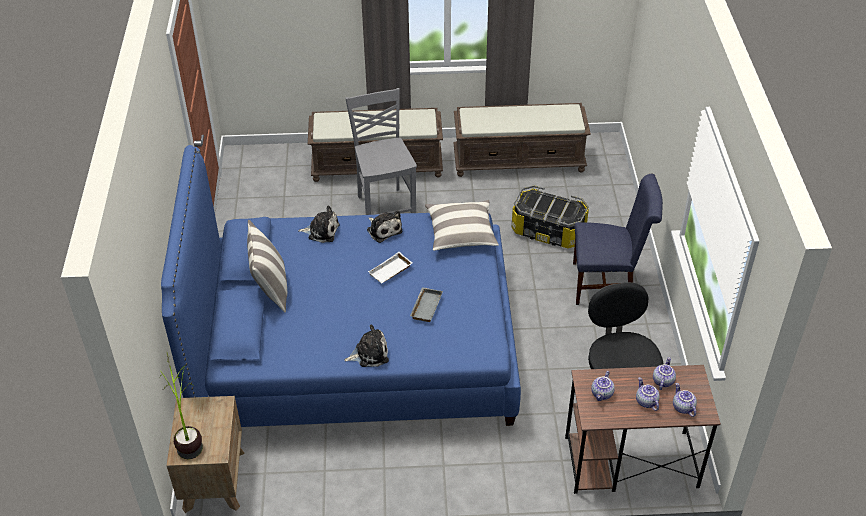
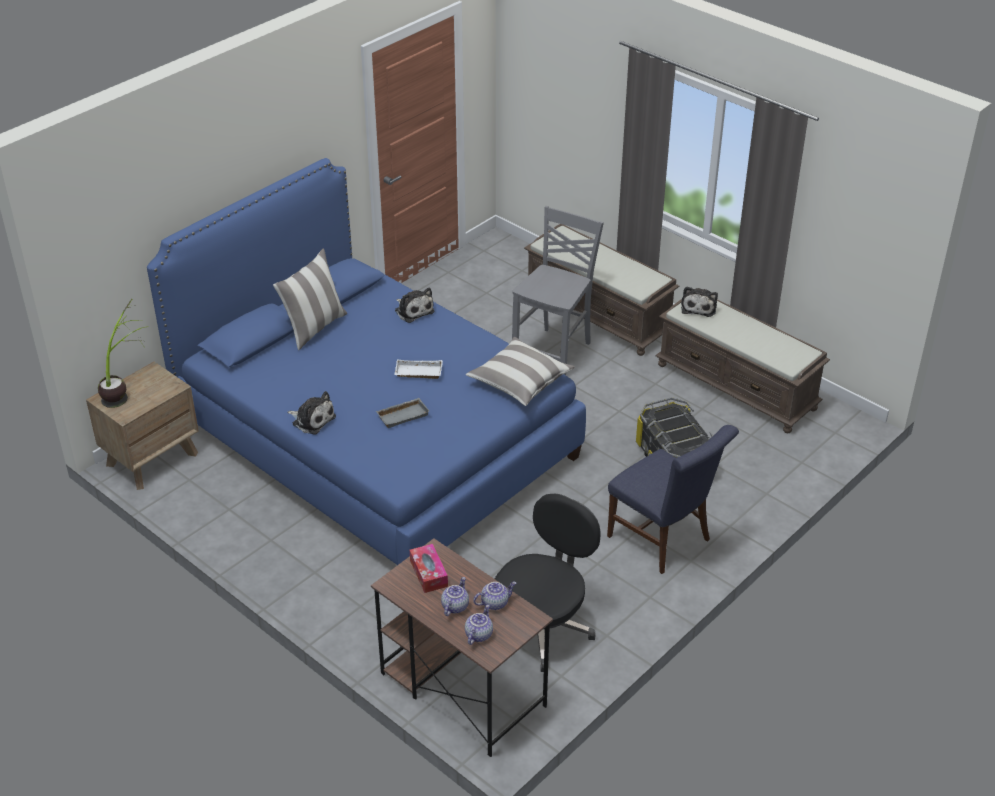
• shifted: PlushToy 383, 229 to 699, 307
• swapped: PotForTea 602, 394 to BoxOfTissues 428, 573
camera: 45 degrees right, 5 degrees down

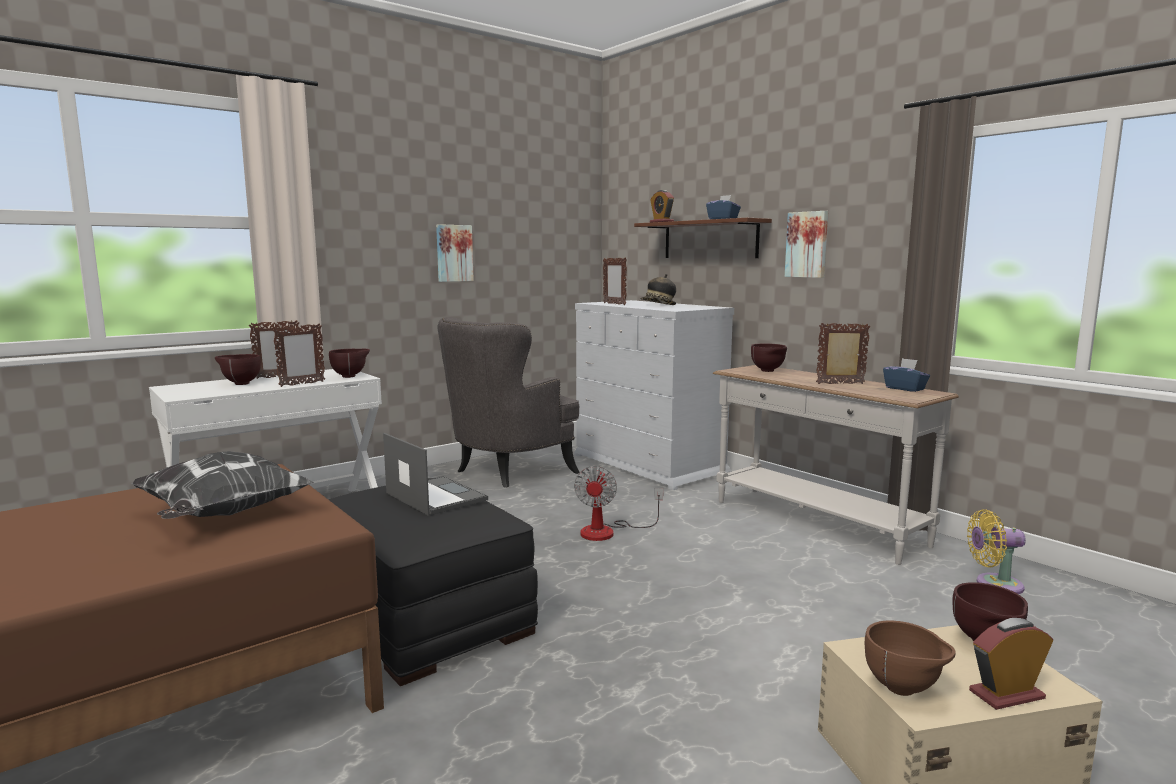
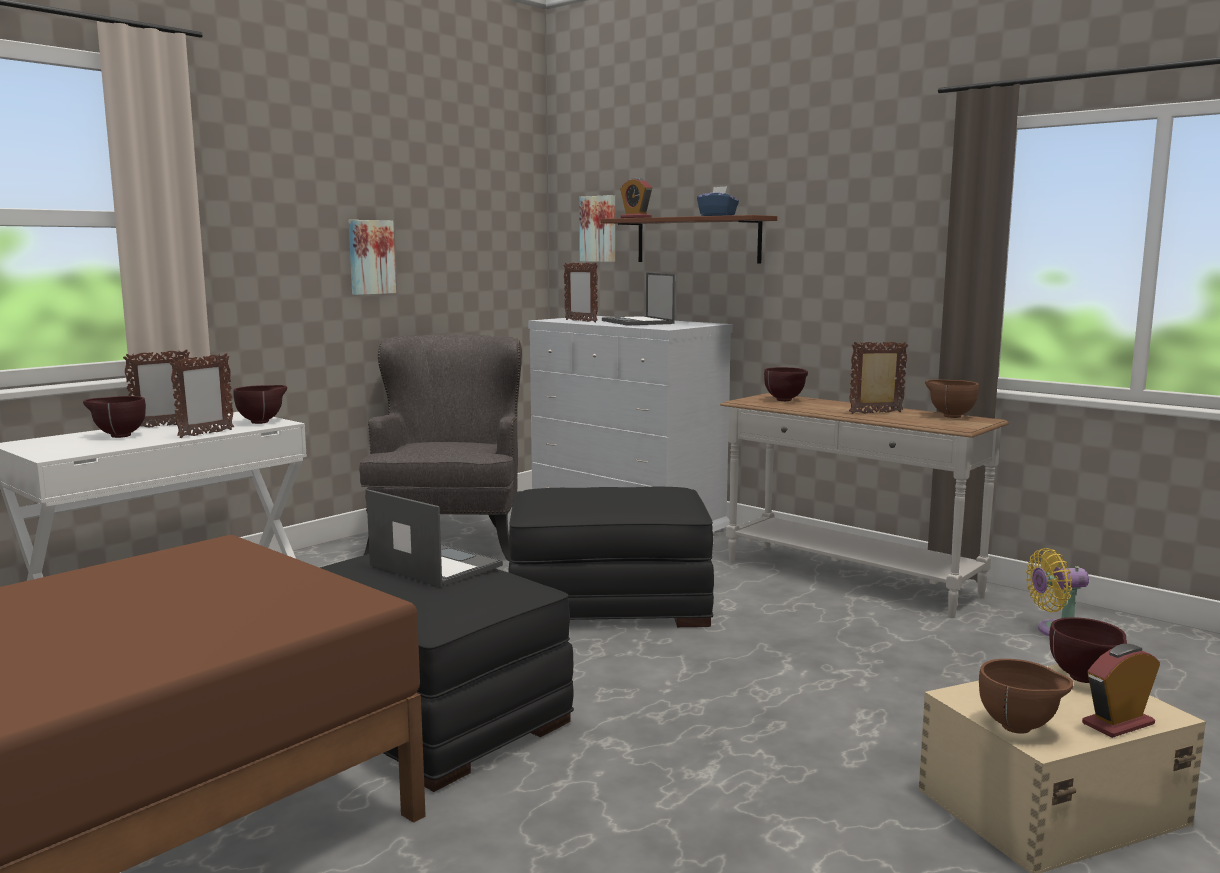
• gone: Cushion 223, 515
• rotated: GreyLoungeChair 506, 472 = 450, 540 150 degrees clockwise
• swapped: ElectricFan 608, 531 to BlackColouredOttoman 609, 603
• swapped: WearableHat 658, 305 to Laptop 638, 322
• shifted: WallArt 807, 244 to 599, 229
• swapped: BluishBoxOfTissues 905, 388 to BrownColouredBowl 949, 416
camera: 10 degrees left, 0 degrees up

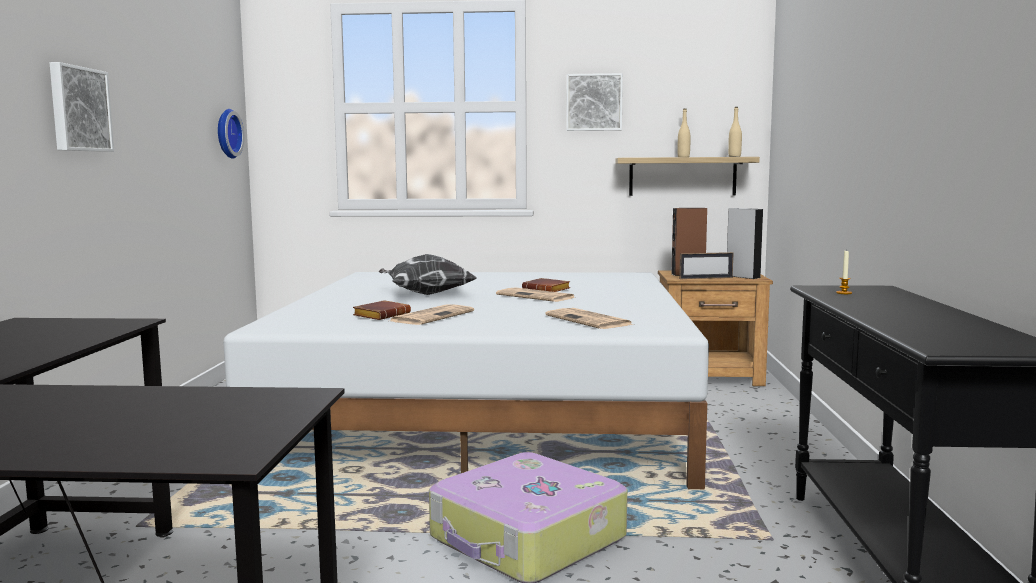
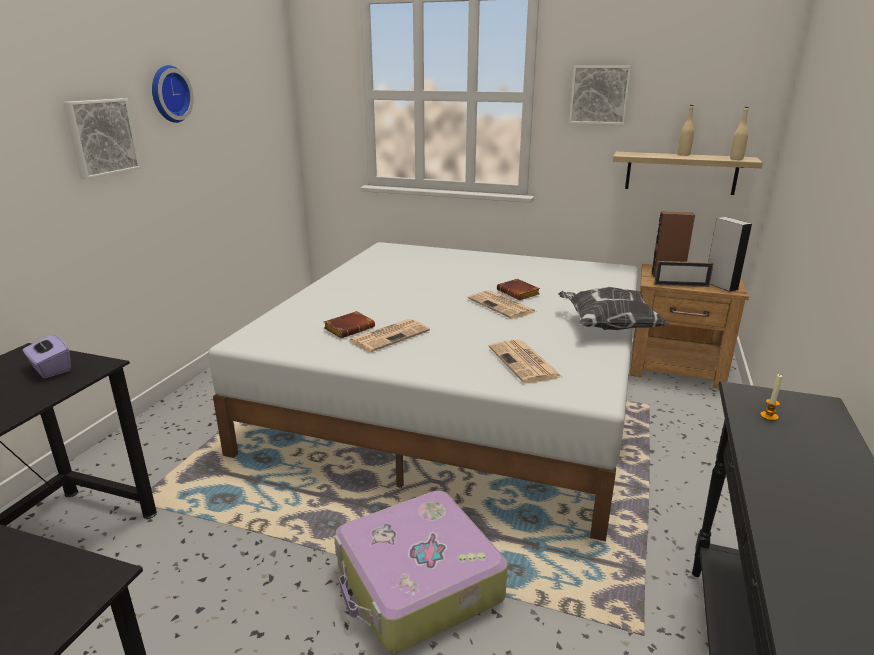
• shifted: WallClock 226, 133 to 168, 94
• shifted: Cushion 426, 294 to 607, 326
• new: PurpleColouredBoxOfTissues 50, 369
camera: 15 degrees right, 15 degrees up

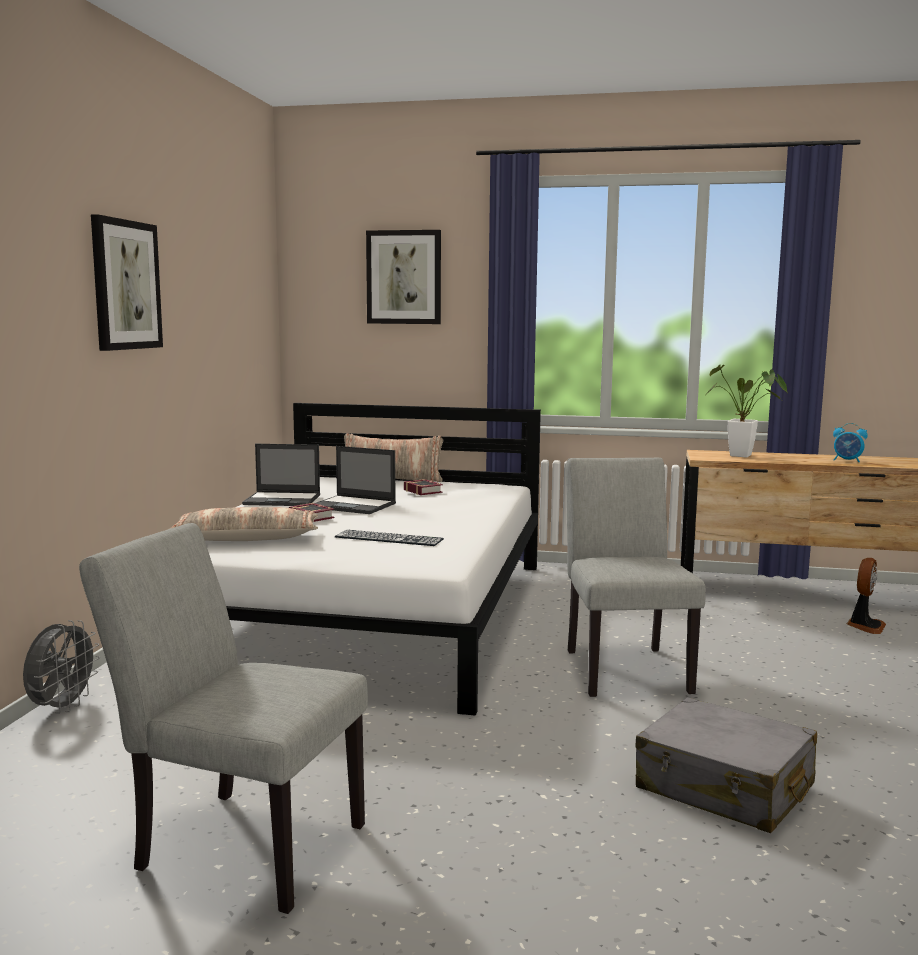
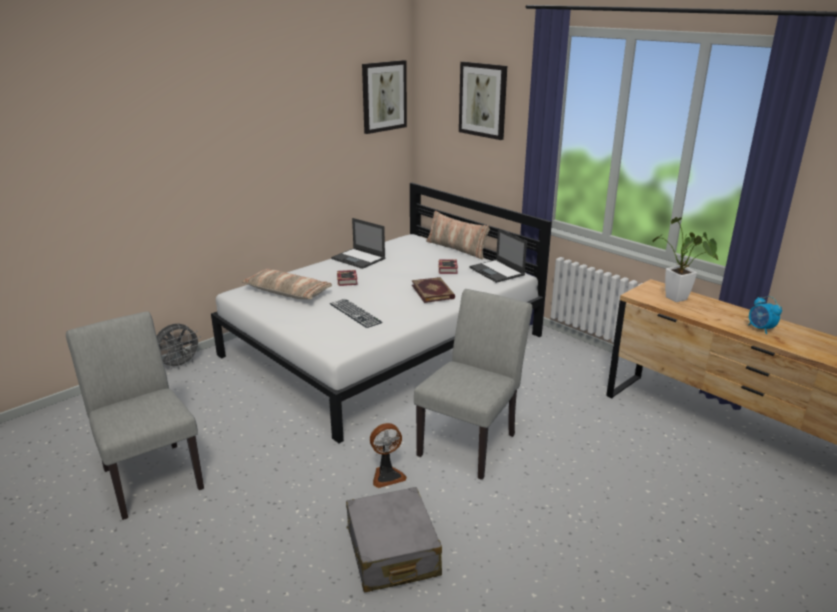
• shifted: WallArt 125, 285 to 384, 96
• shifted: Laptop 354, 505 to 497, 271
• shifted: ElectricFan 865, 626 to 387, 475
• new: Book 433, 292
camera: 35 degrees right, 15 degrees up

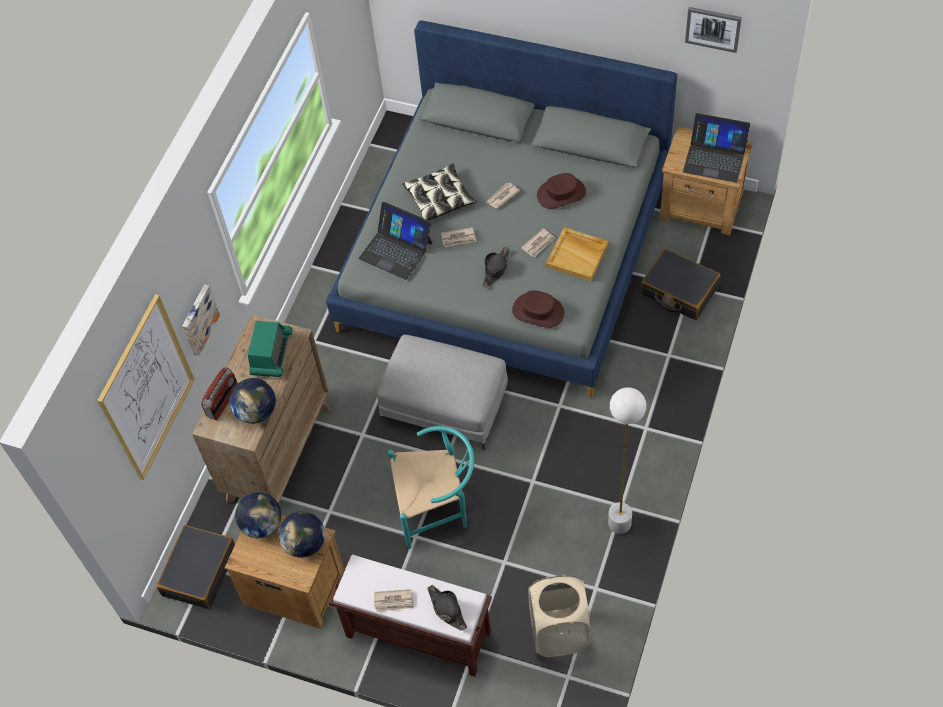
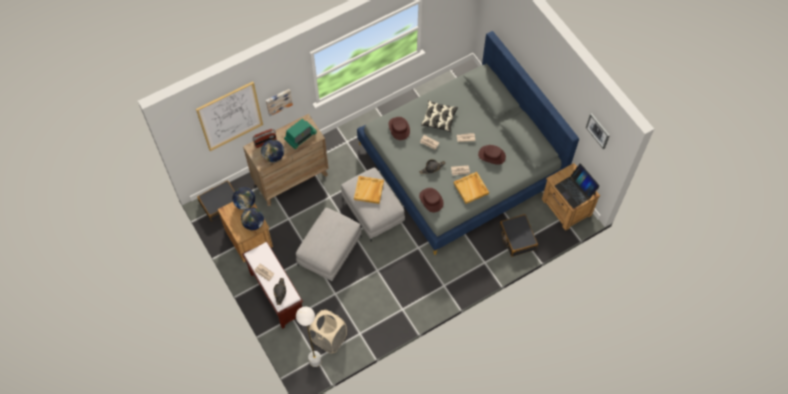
• swapped: Laptop 396, 250 to BrownColouredWearableHat 399, 128
• swapped: BlueGreenChair 438, 508 to GreyOttoman 330, 251
• shifted: WhitishFloorLamp 619, 523 to 315, 361
• new: BeigeCarryingTray 369, 190
camera: 35 degrees right, 5 degrees up

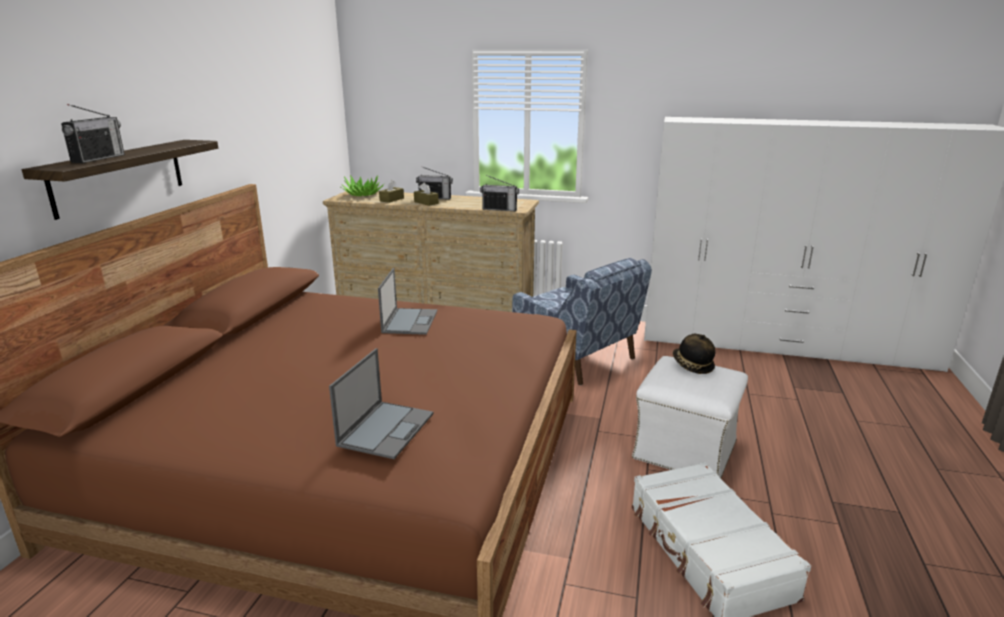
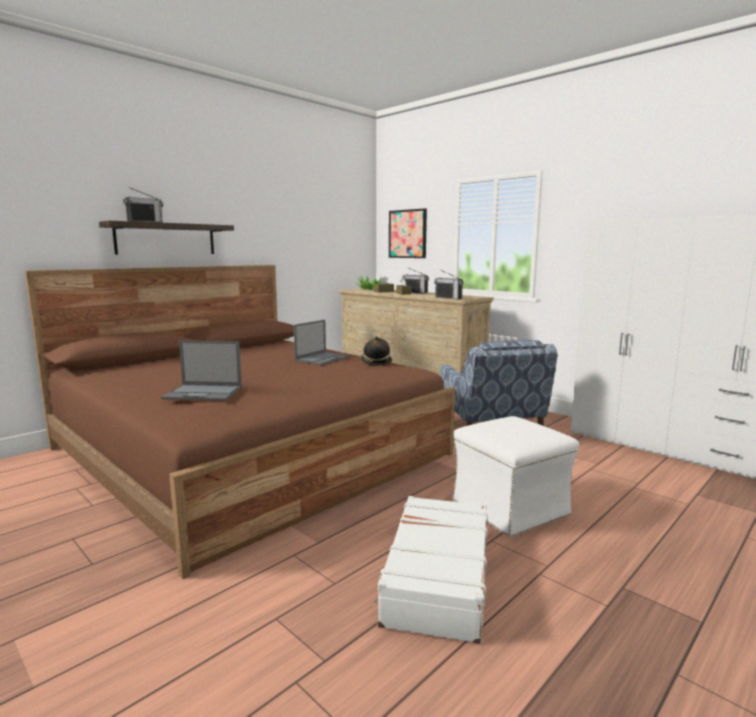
• rotated: Laptop 386, 429 = 204, 393 45 degrees clockwise
• shifted: WearableHat 692, 365 to 376, 363
• new: WallArt 408, 234
camera: 30 degrees right, 10 degrees down

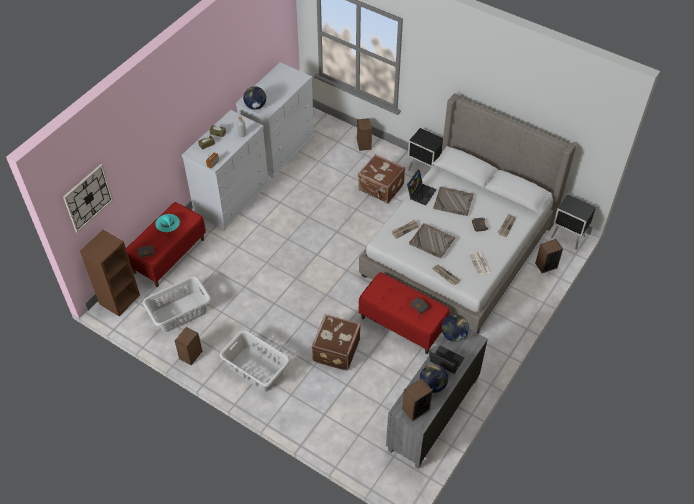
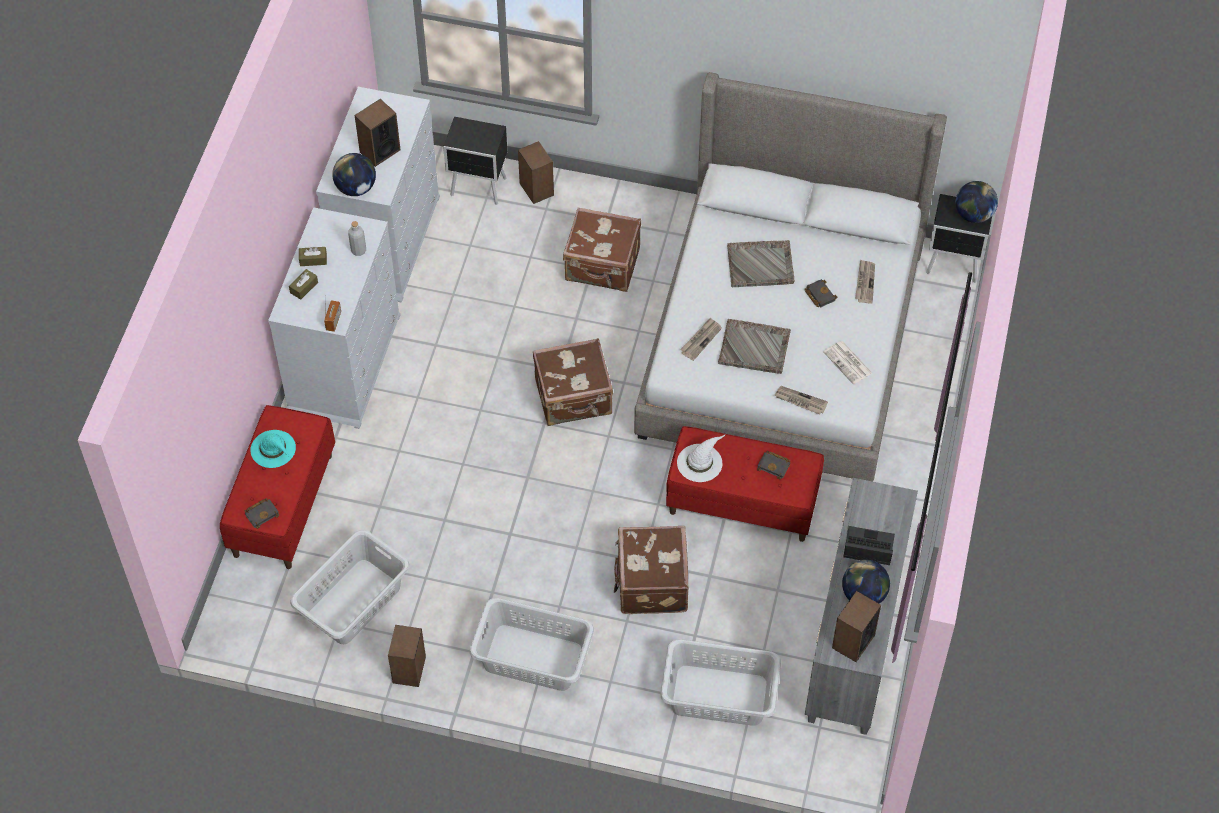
• gone: WallClock 88, 198
• gone: BrownColouredBookcase 119, 299
• gone: Laptop 420, 193
• shifted: BlackColouredBedsideTable 424, 171 to 479, 188
• shifted: WorldGlobe 454, 335 to 973, 215
• shifted: Loudspeaker 546, 265 to 379, 151
• new: BrownColouredSuitcase 574, 398
• new: GreyHamper 719, 696
• new: WhitishWearableHat 700, 462
camera: 20 degrees left, 5 degrees up

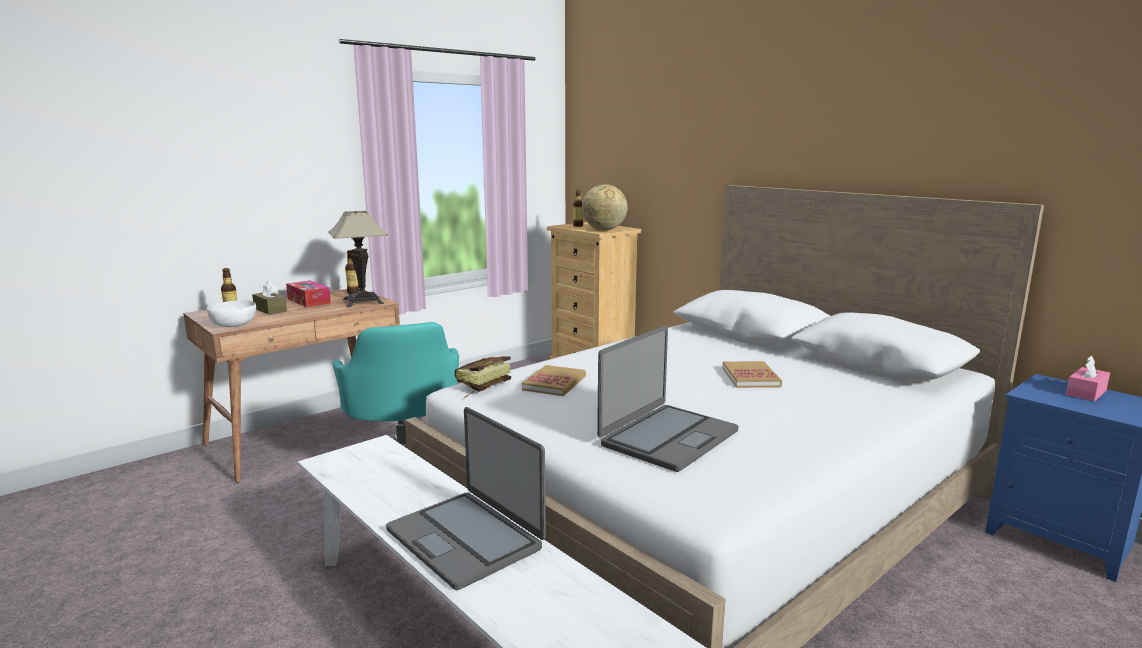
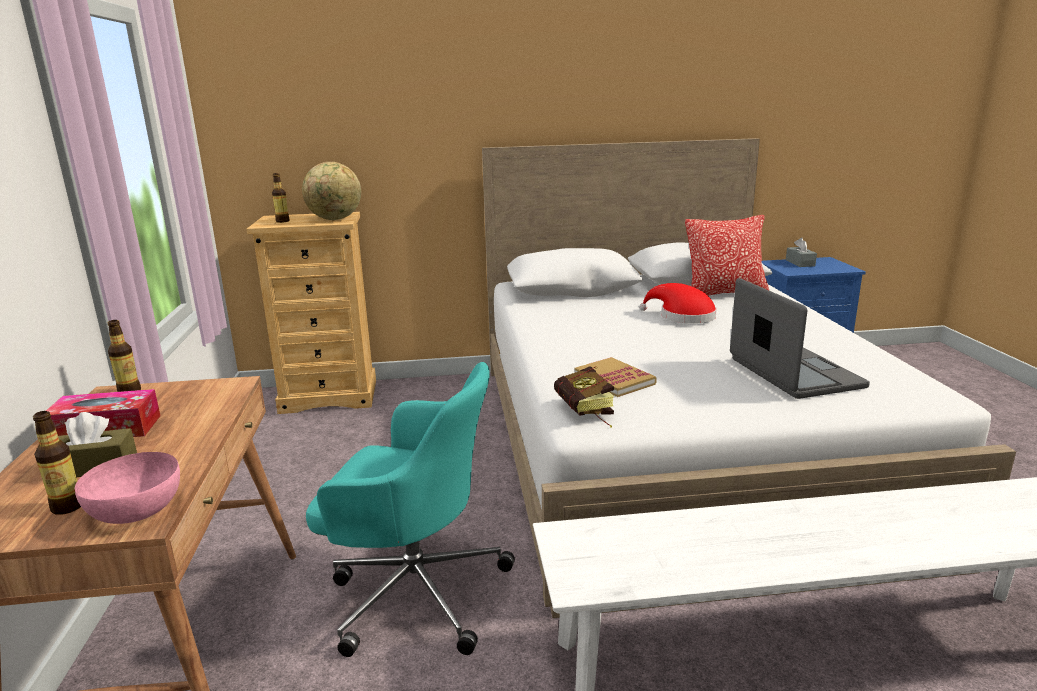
• repainted: WhitishBowl 233, 325 to PinkBowl 137, 510
• gone: TableLamp 363, 301
• gone: Laptop 466, 538
• swapped: Book 750, 377 to RedWearableHat 682, 316
• repainted: PinkBoxOfTissues 1086, 393 to GreyBoxOfTissues 800, 263
• new: Cushion 724, 293
camera: 55 degrees left, 5 degrees up

